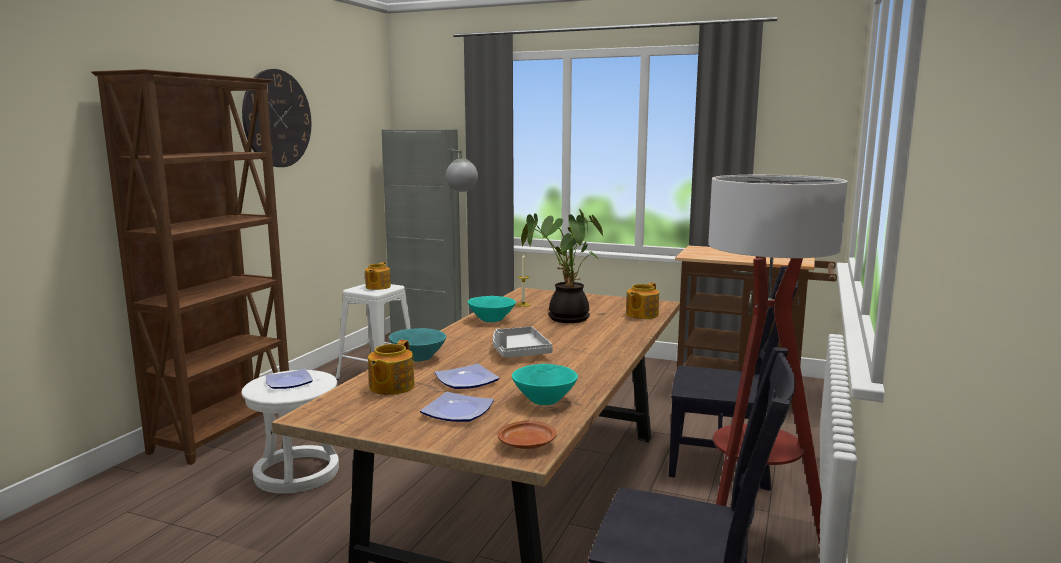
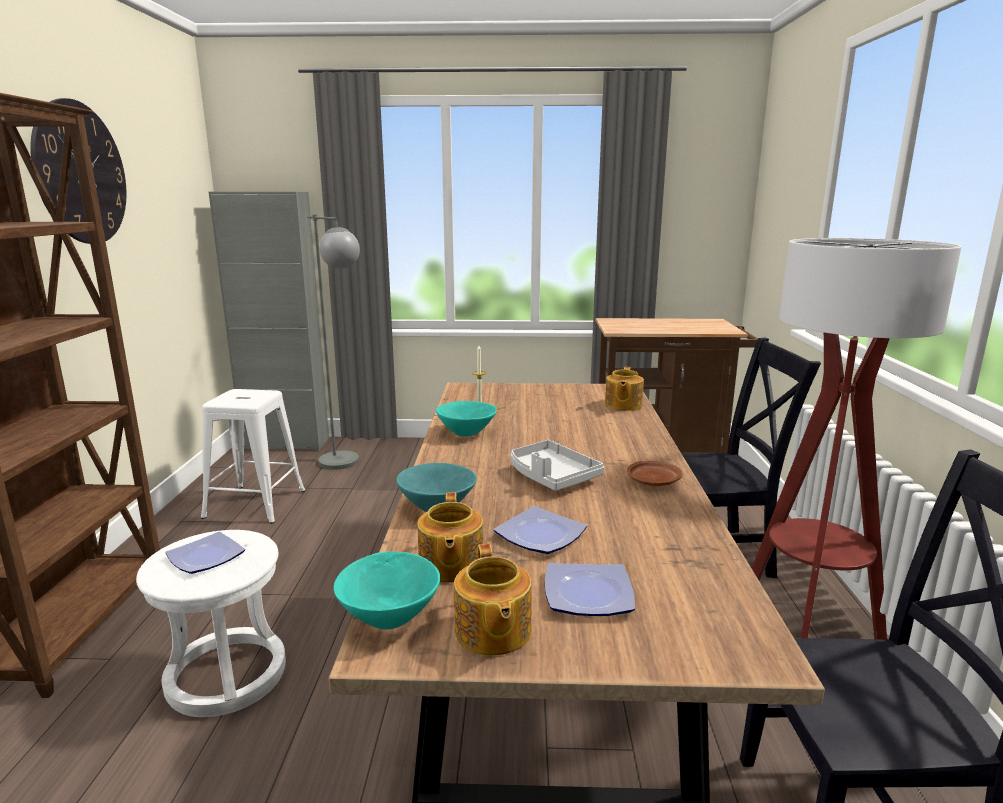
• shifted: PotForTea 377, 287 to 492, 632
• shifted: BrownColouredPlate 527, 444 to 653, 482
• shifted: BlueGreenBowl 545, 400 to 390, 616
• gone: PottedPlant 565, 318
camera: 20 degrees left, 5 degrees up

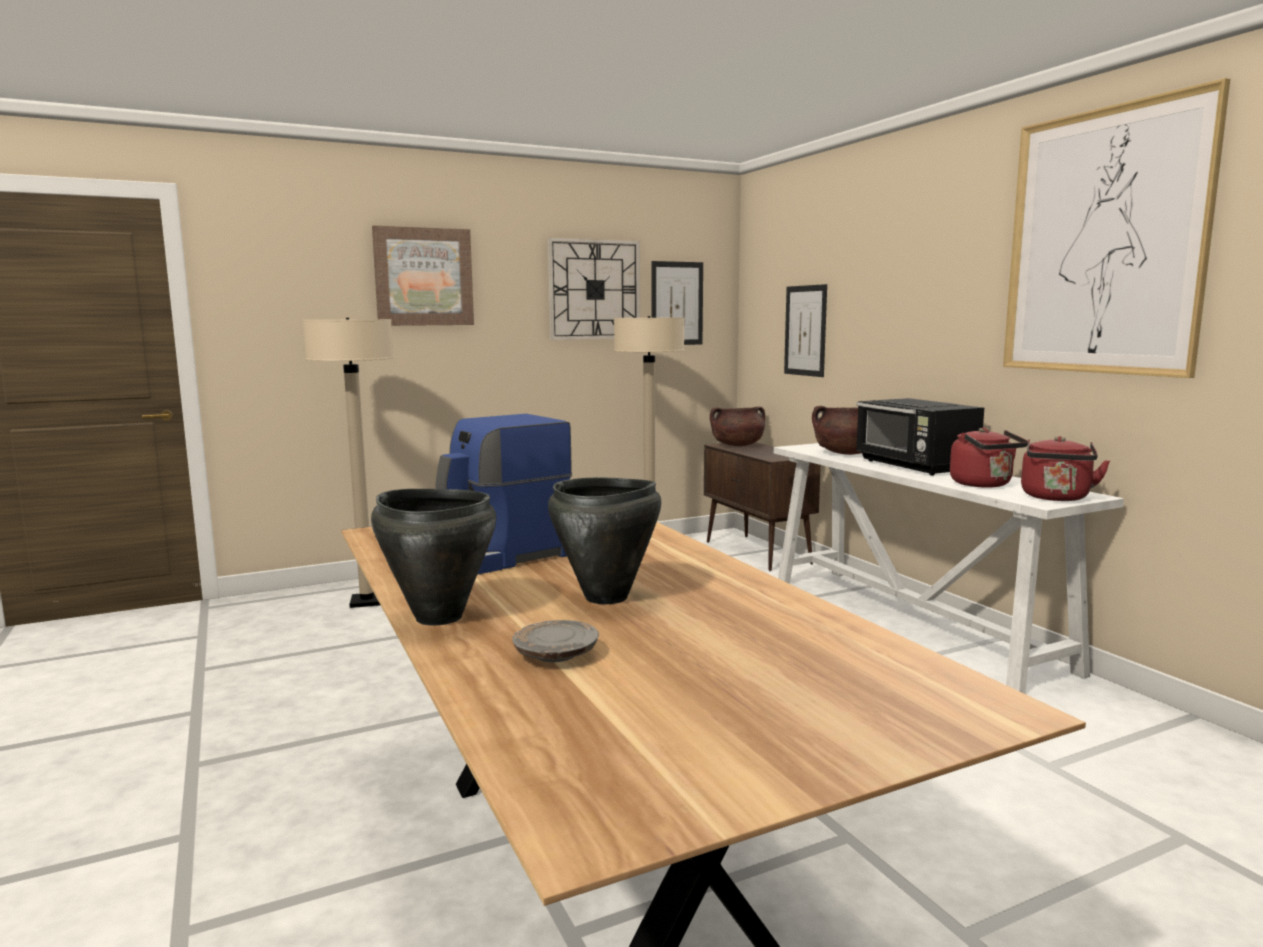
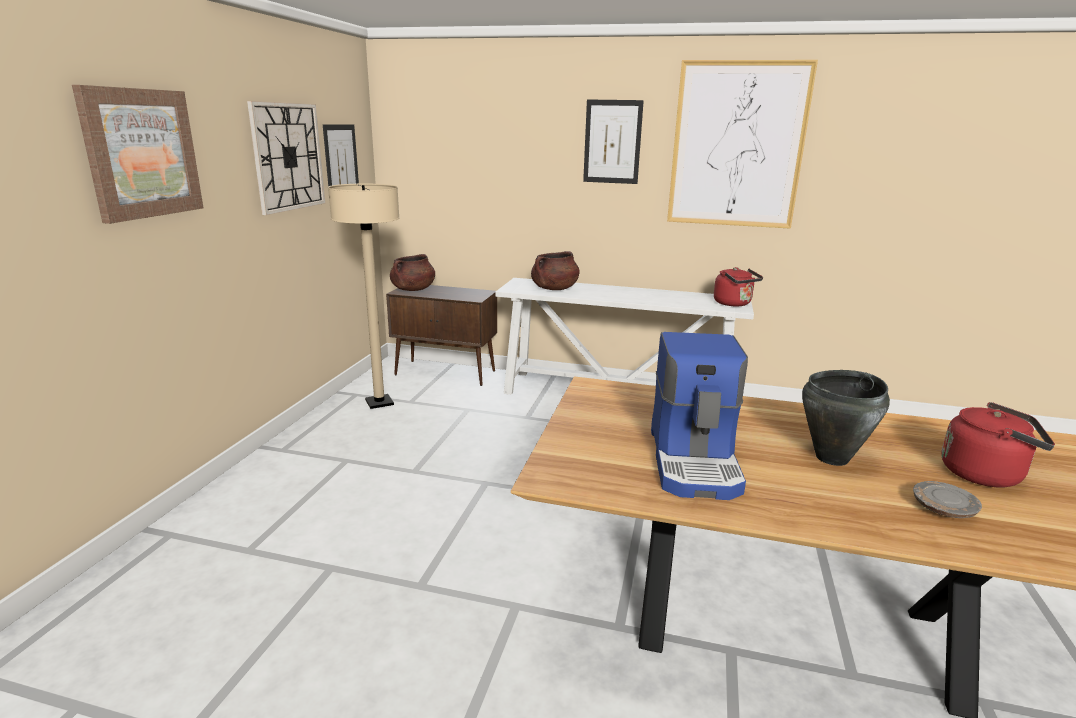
• gone: BeigeFloorLamp 367, 602
• gone: BlackColouredCookingPot 438, 617
• shifted: WallArt 805, 330 to 612, 142
• gone: BlackColouredMicrowaveOven 915, 466
• shifted: RedWaterKettle 984, 485 to 985, 474
camera: 50 degrees left, 10 degrees up

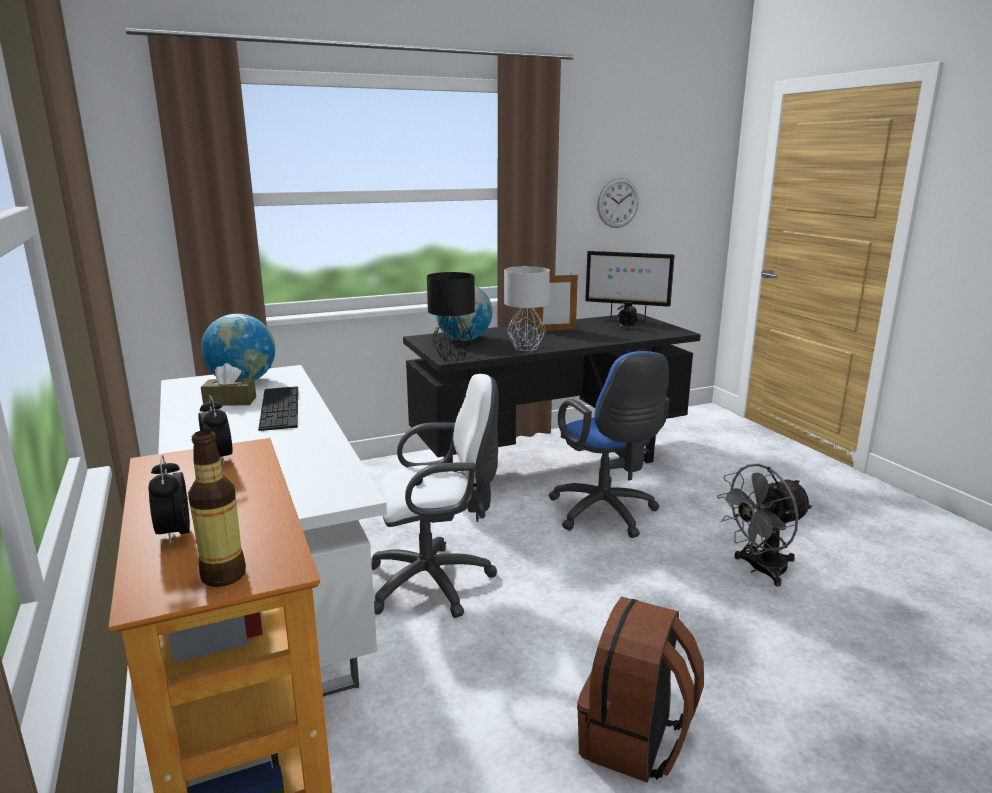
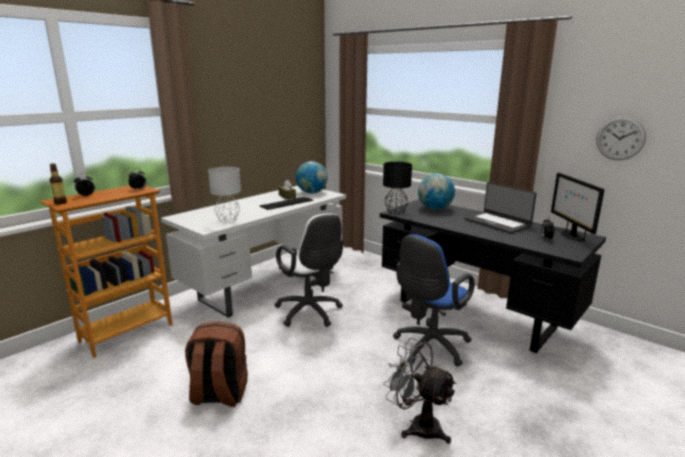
• shifted: GreyTableLamp 526, 348 to 228, 221
• swapped: PictureFrame 555, 330 to Laptop 497, 222
camera: 65 degrees right, 0 degrees up

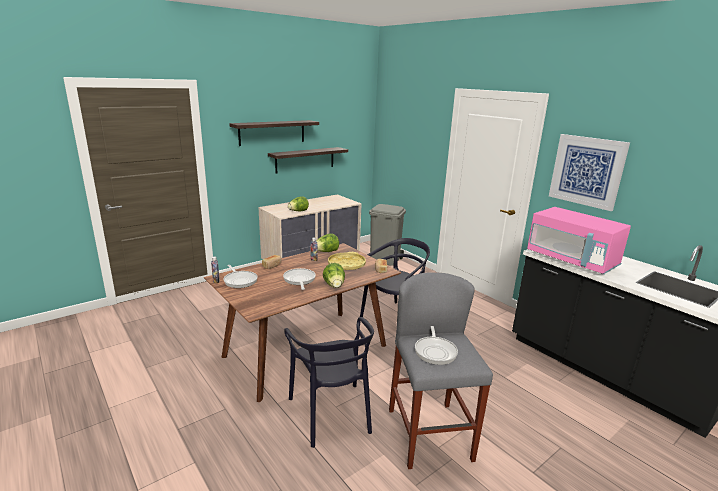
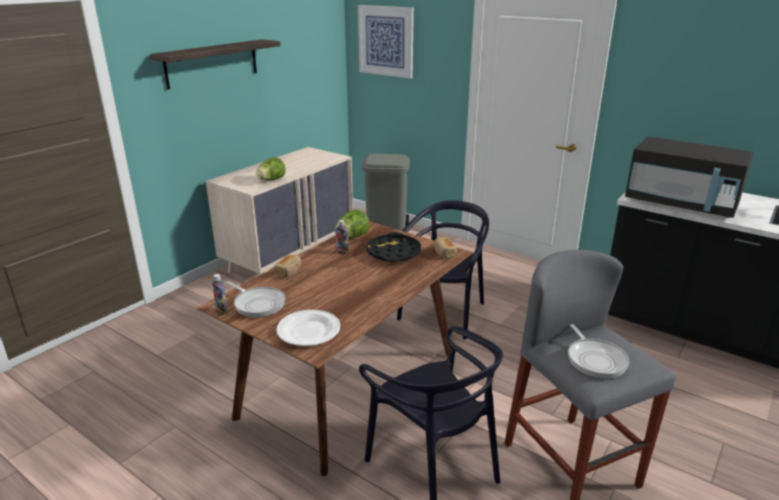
• gone: Shelf 305, 160
• gone: Pan 299, 280
• gone: Lettuce 334, 286
• repainted: YellowColouredCarryingTray 346, 265 to BlackColouredCarryingTray 393, 253
• repainted: PinkMicrowaveOven 571, 260 to BlackColouredMicrowaveOven 681, 204
• shifted: WallArt 586, 171 to 386, 41
• new: WhitishPlate 308, 331
camera: 15 degrees left, 5 degrees up

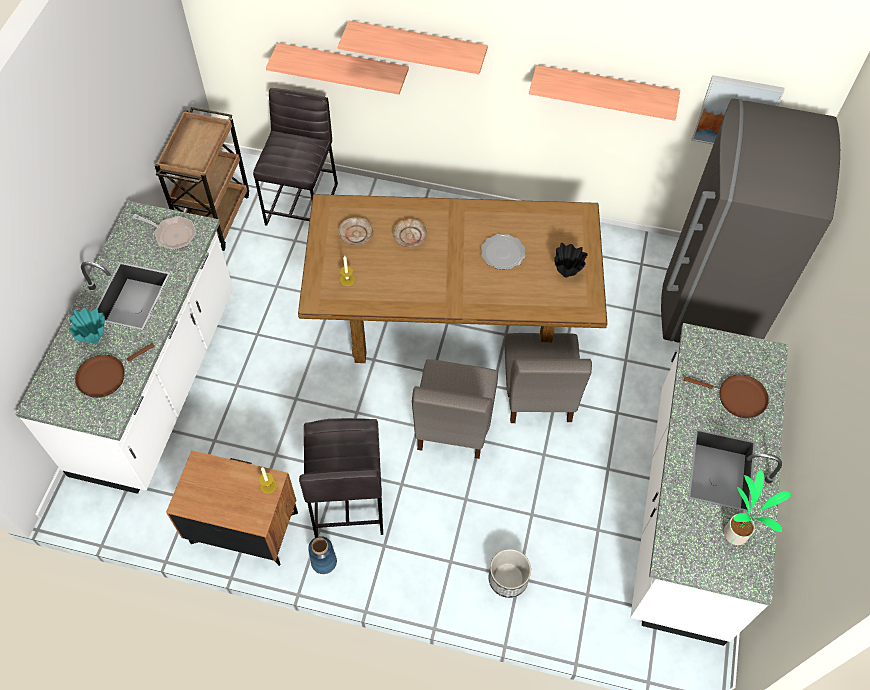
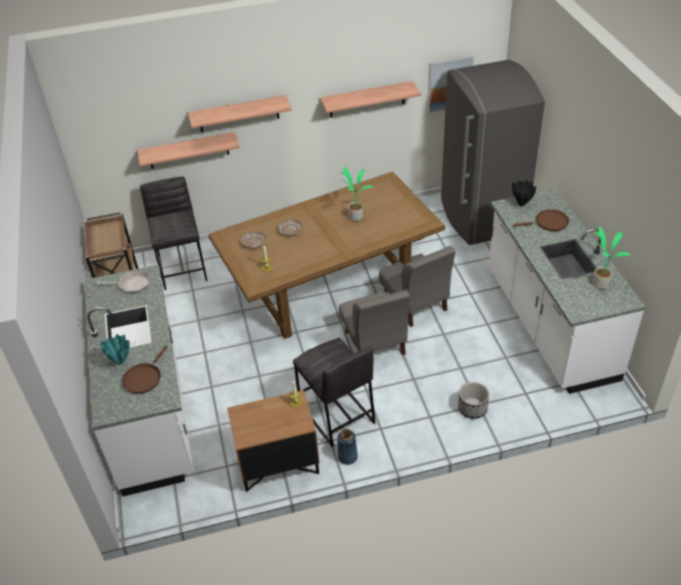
• swapped: Plate 502, 253 to PottedPlant 355, 216
• shifted: BlackColouredDecorativeVase 566, 275 to 521, 205
camera: 25 degrees left, 15 degrees down

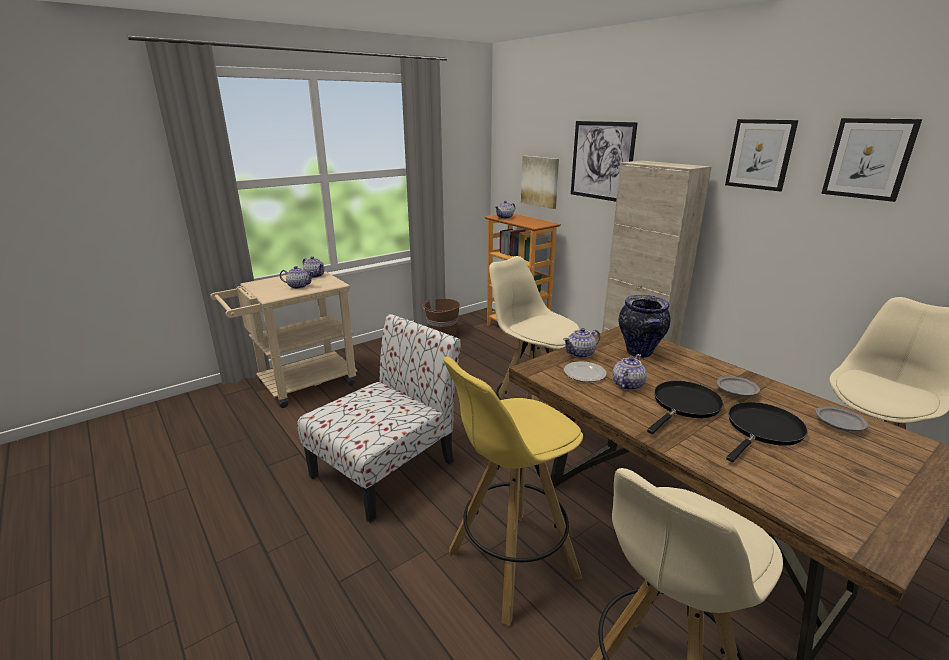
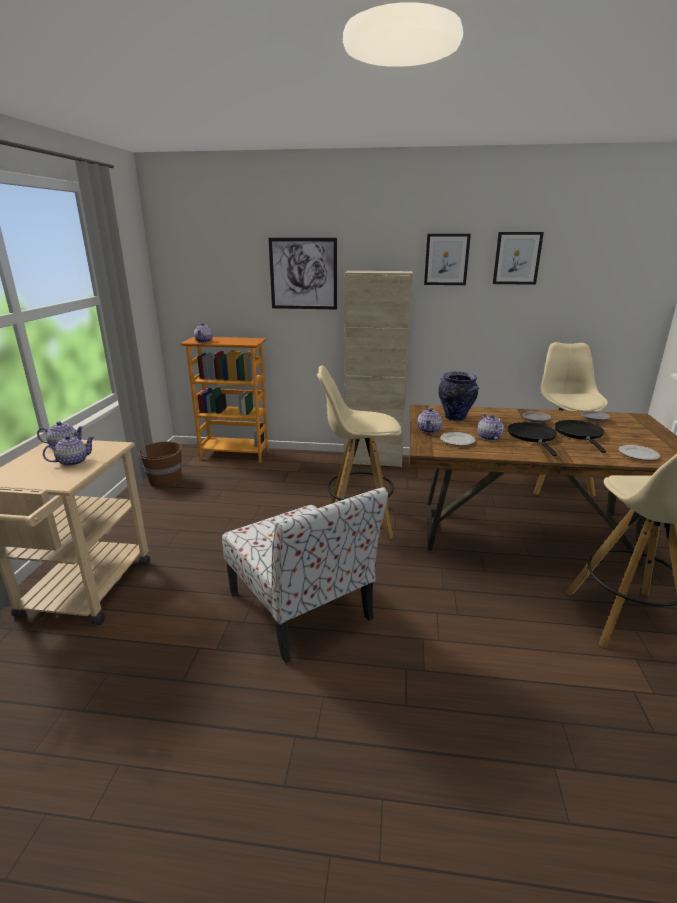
• rotated: Chair 386, 467 = 301, 607 150 degrees clockwise
• gone: YellowColouredStoolSeat 511, 565
• gone: WallArt 540, 181
• new: Plate 638, 454
camera: 45 degrees left, 0 degrees up

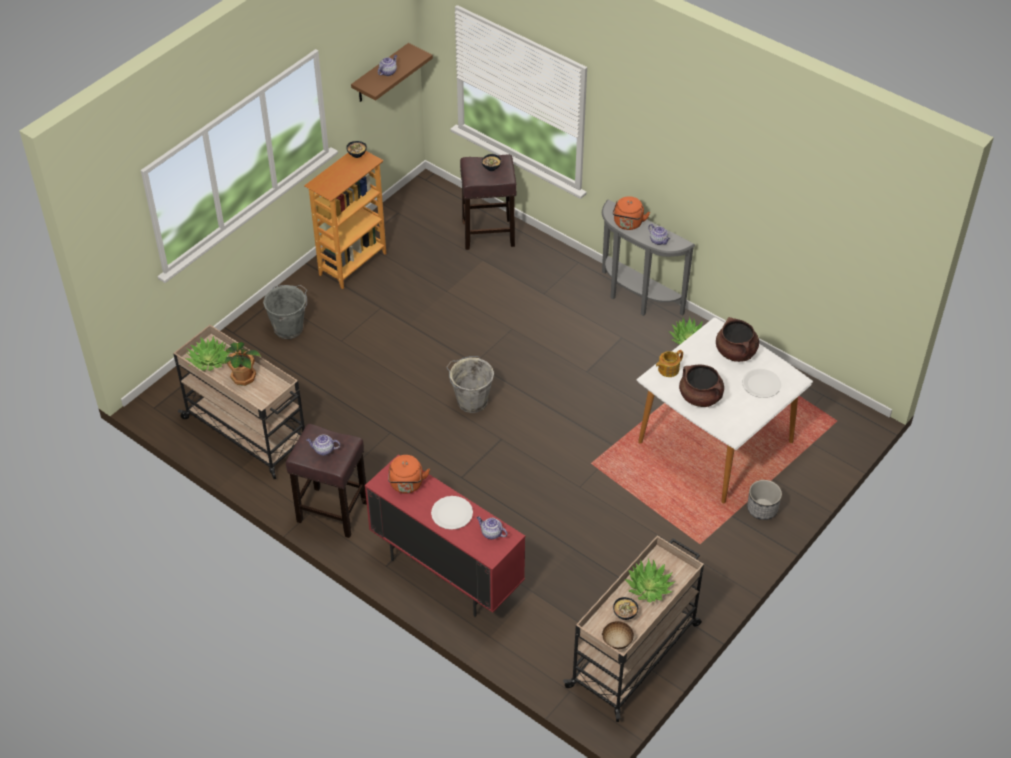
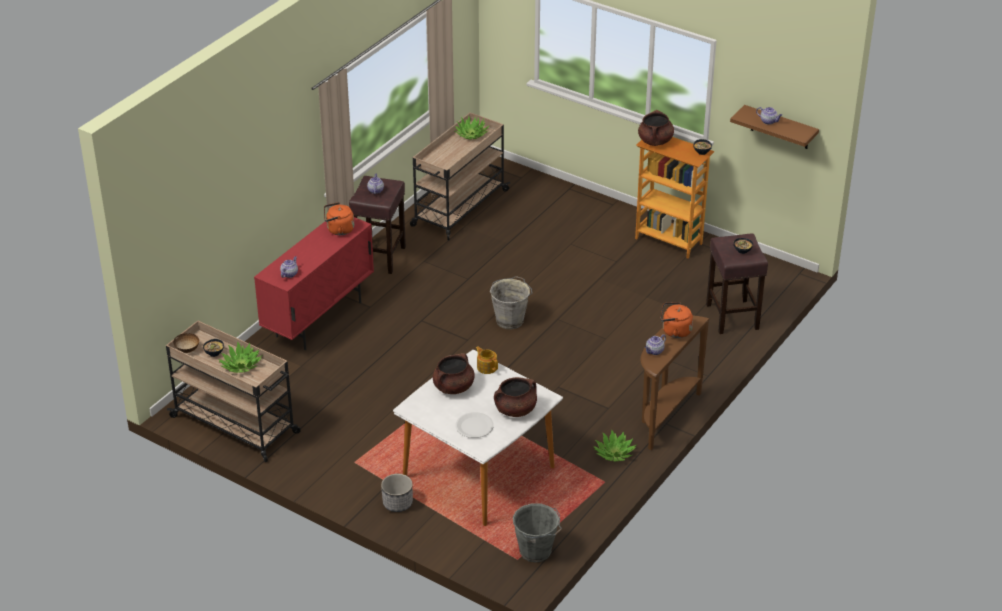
• gone: PottedPlant 244, 377
• shifted: GreyWaterBucket 289, 328 to 536, 551
• gone: WhitishPlate 452, 514
• repainted: GreyConsoleTable 636, 299 to BrownColouredConsoleTable 664, 416
• new: BrownColouredCookingPot 655, 141
camera: 85 degrees right, 10 degrees down

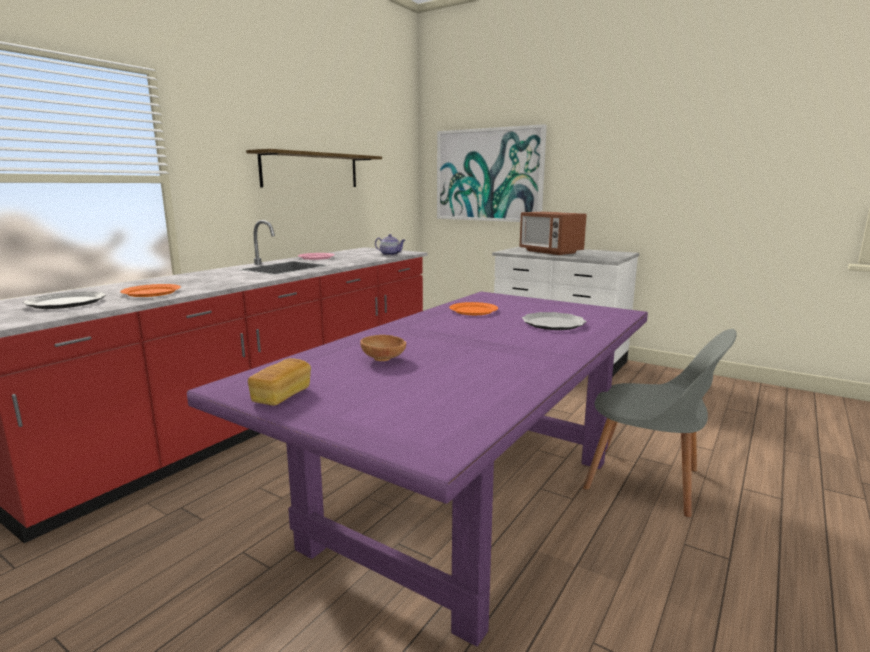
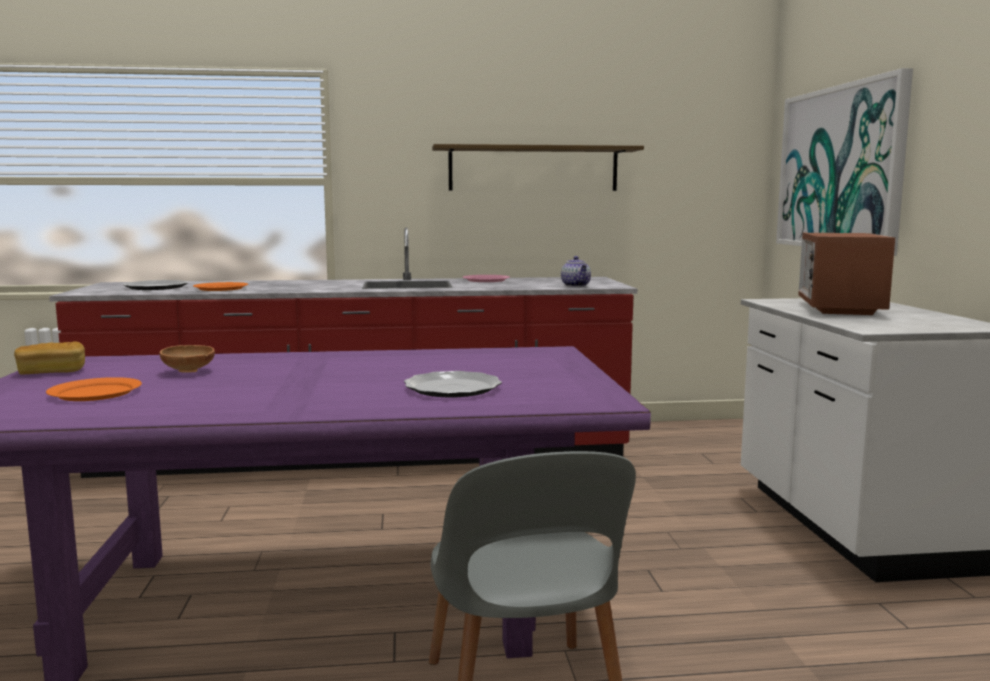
• shifted: OrangePlate 473, 310 to 96, 393
camera: 50 degrees right, 5 degrees down

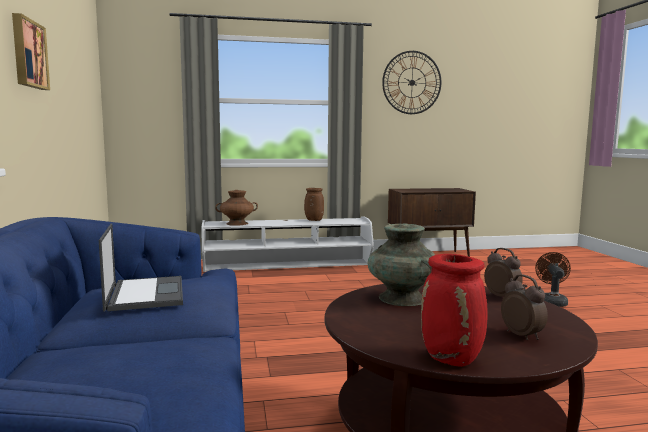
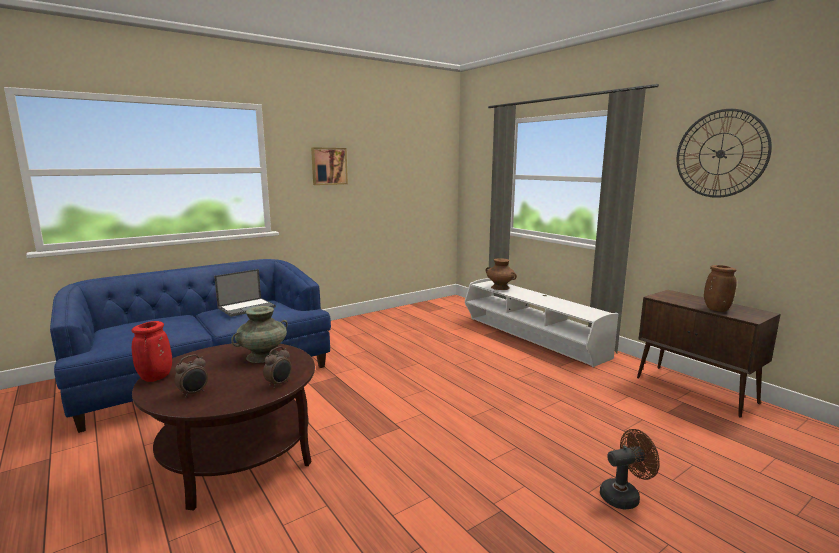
• shifted: BrownColouredDecorativeVase 313, 220 to 715, 309
camera: 65 degrees right, 5 degrees up

